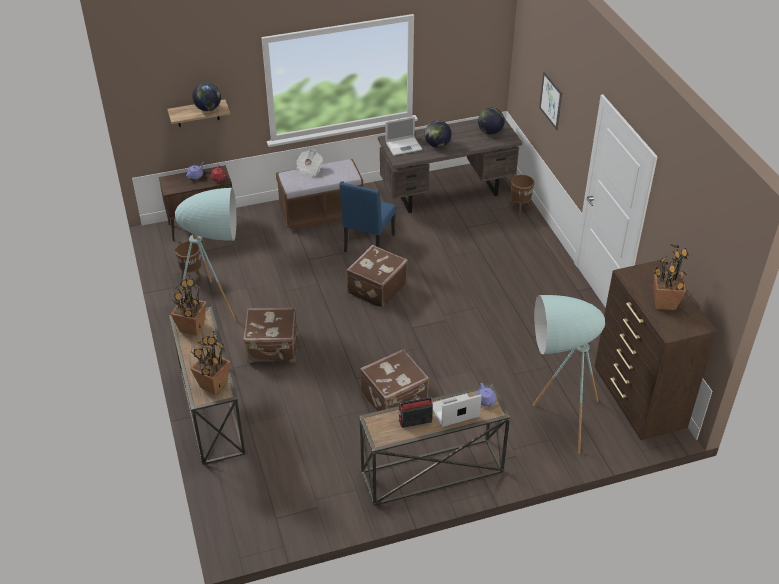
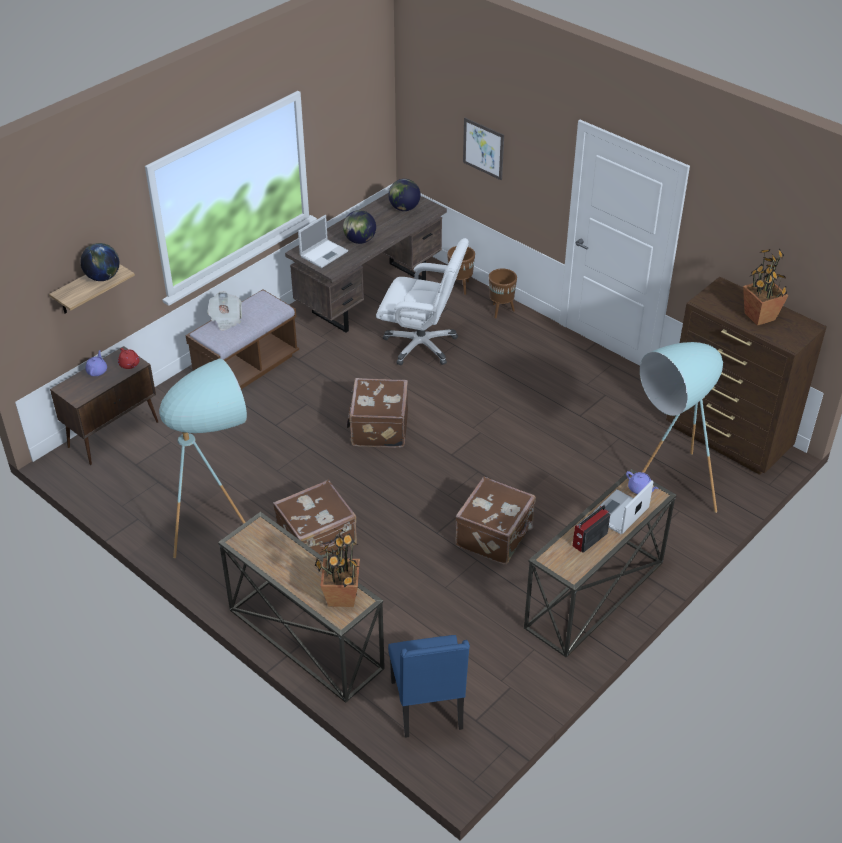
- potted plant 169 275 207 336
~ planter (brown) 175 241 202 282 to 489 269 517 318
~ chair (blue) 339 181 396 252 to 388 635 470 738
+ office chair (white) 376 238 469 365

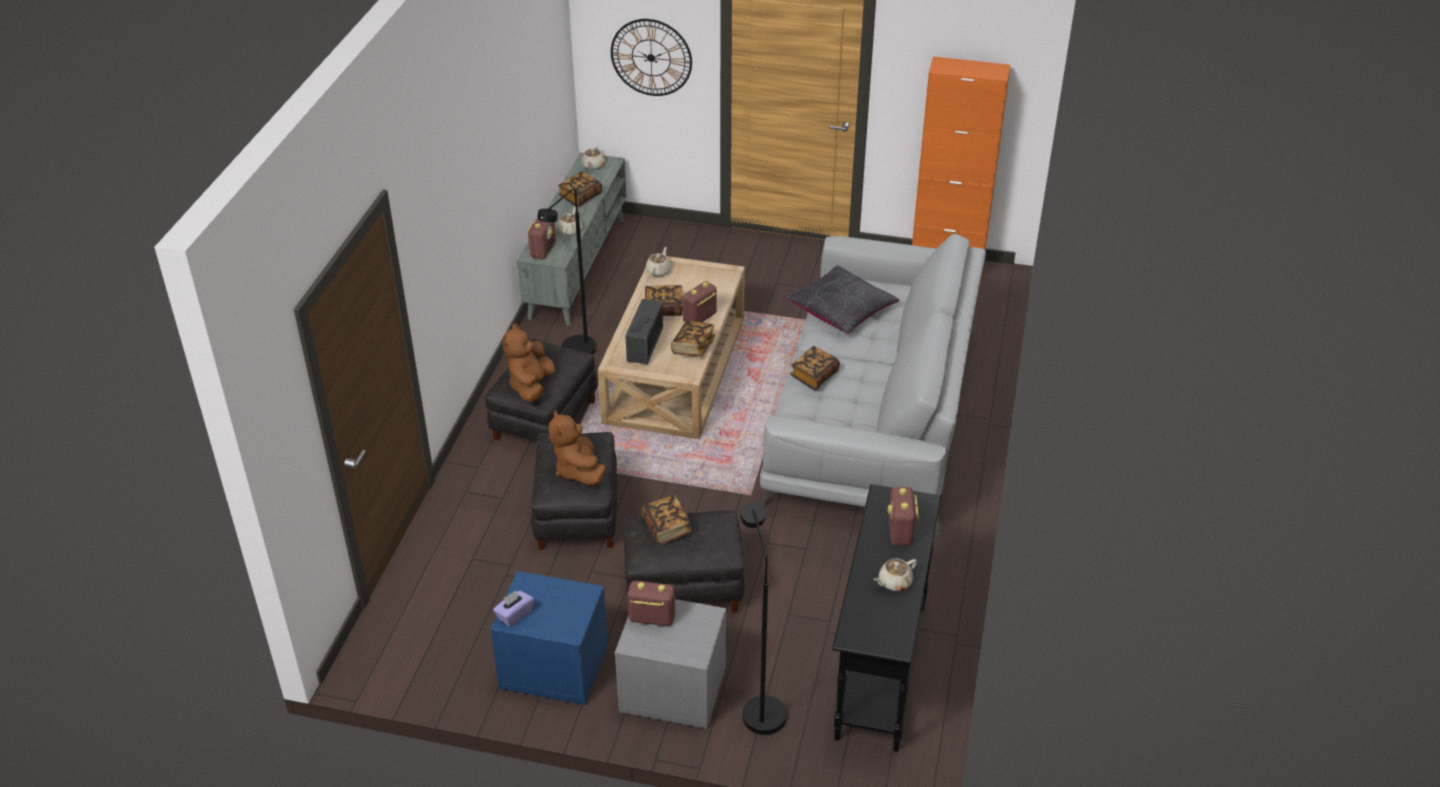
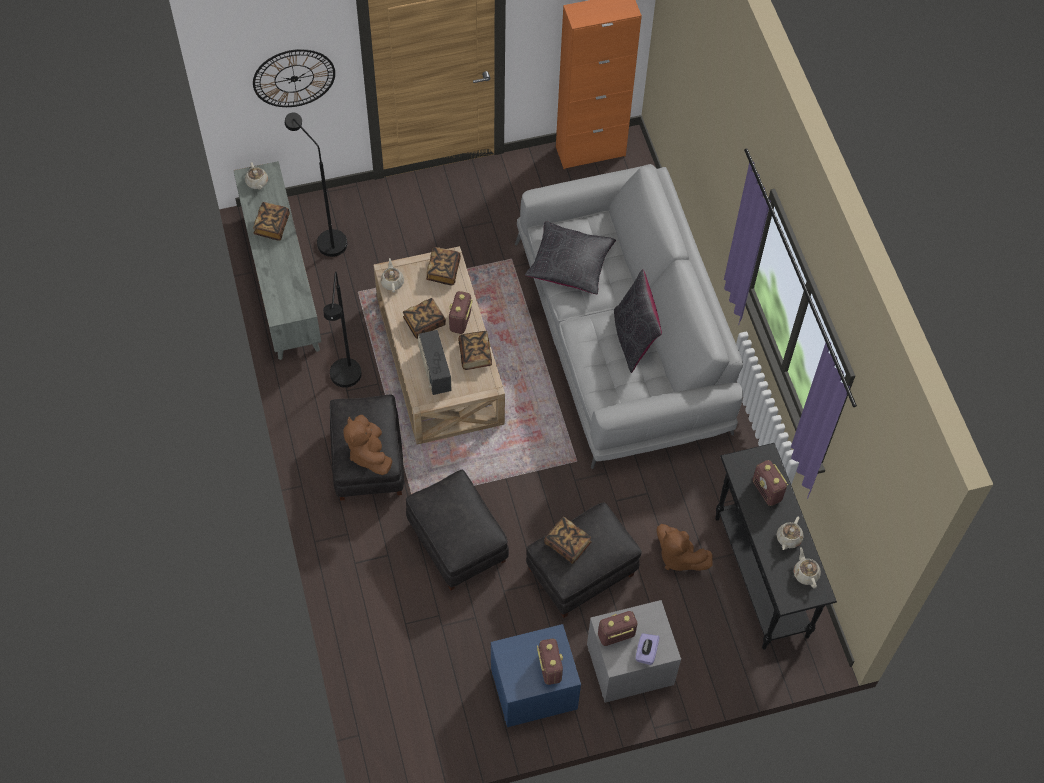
~ tissue box (purple) 493 590 534 627 to 635 633 659 665
~ radio 527 219 556 259 to 537 639 563 685
~ plush toy (brown) 549 410 606 486 to 657 524 713 571
~ teapot (beige) 557 207 582 236 to 794 547 821 588
~ floor lamp (black) 740 502 787 735 to 285 113 347 257
~ book 790 346 840 390 to 426 247 461 285
+ pillow (black) 614 269 662 373

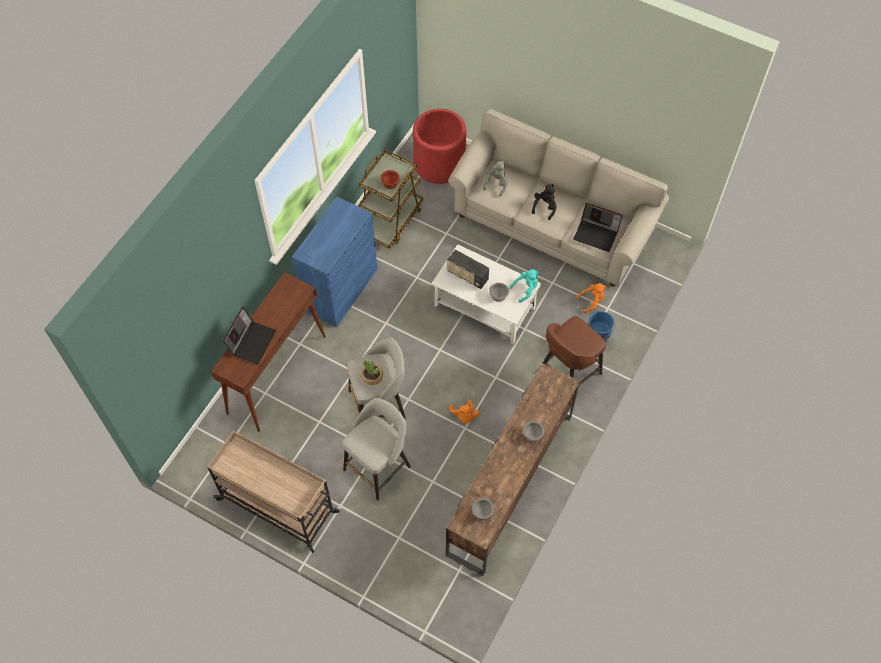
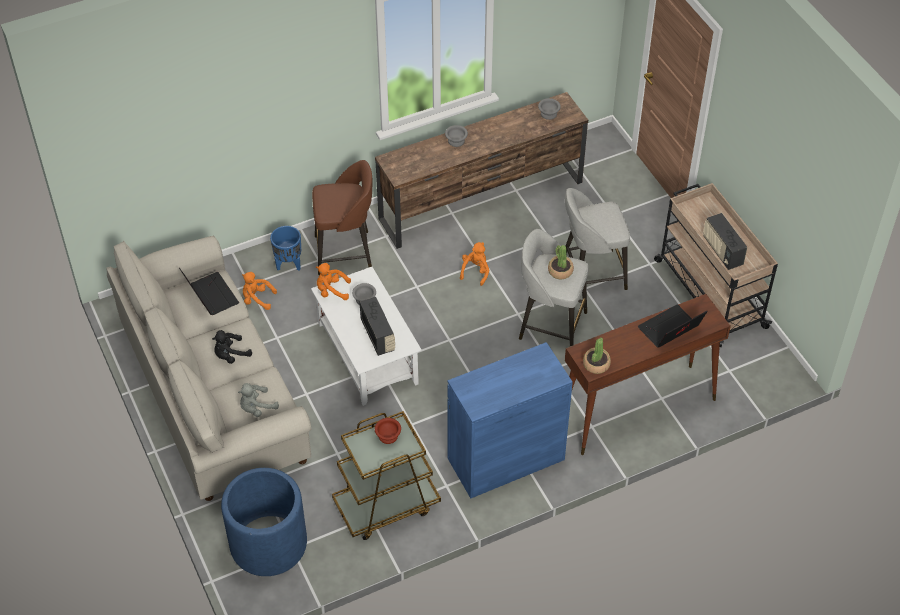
~ planter (red) 413 109 467 184 to planter (blue) 221 468 307 576
~ plush toy (turquoise) 509 269 539 303 to plush toy (orange) 316 263 351 300
+ potted plant 583 337 611 374
+ radio 703 213 747 270

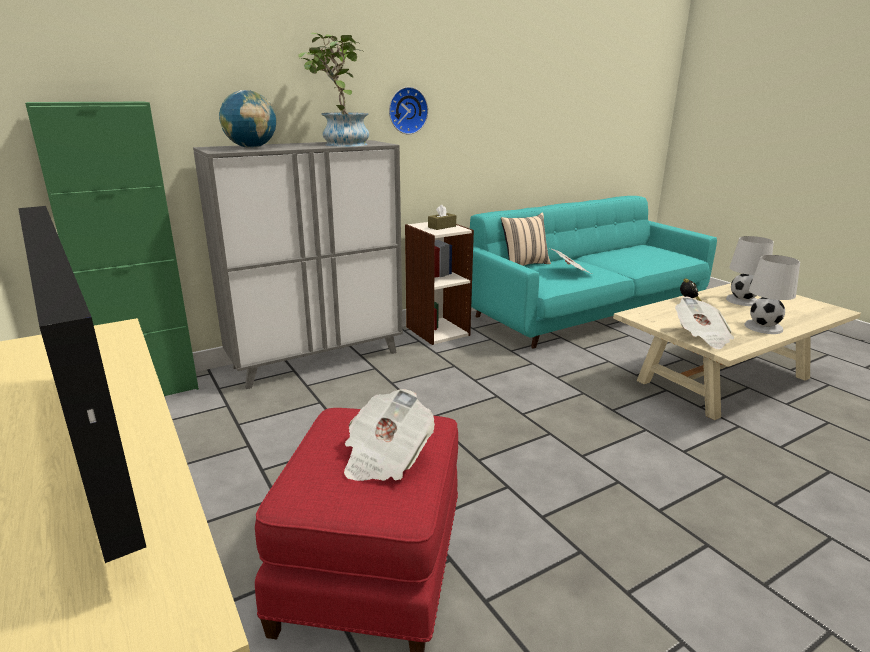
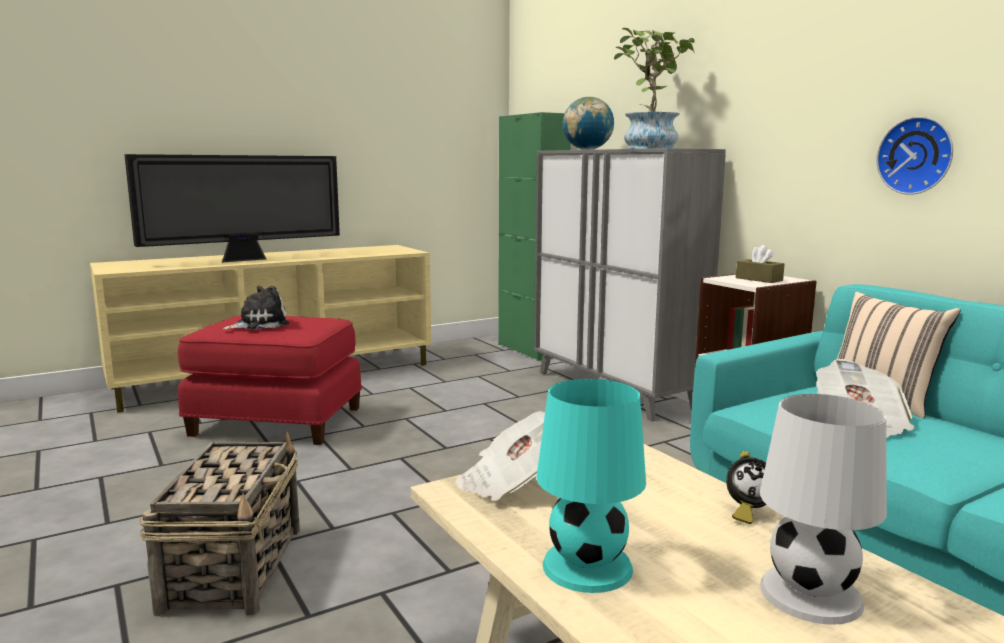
~ newspaper 344 389 435 481 to plush toy 223 286 289 330
~ wall clock 389 87 428 135 to 876 116 953 195
~ table lamp (white) 744 255 800 334 to table lamp (turquoise) 536 379 646 593
+ basket 139 432 300 616

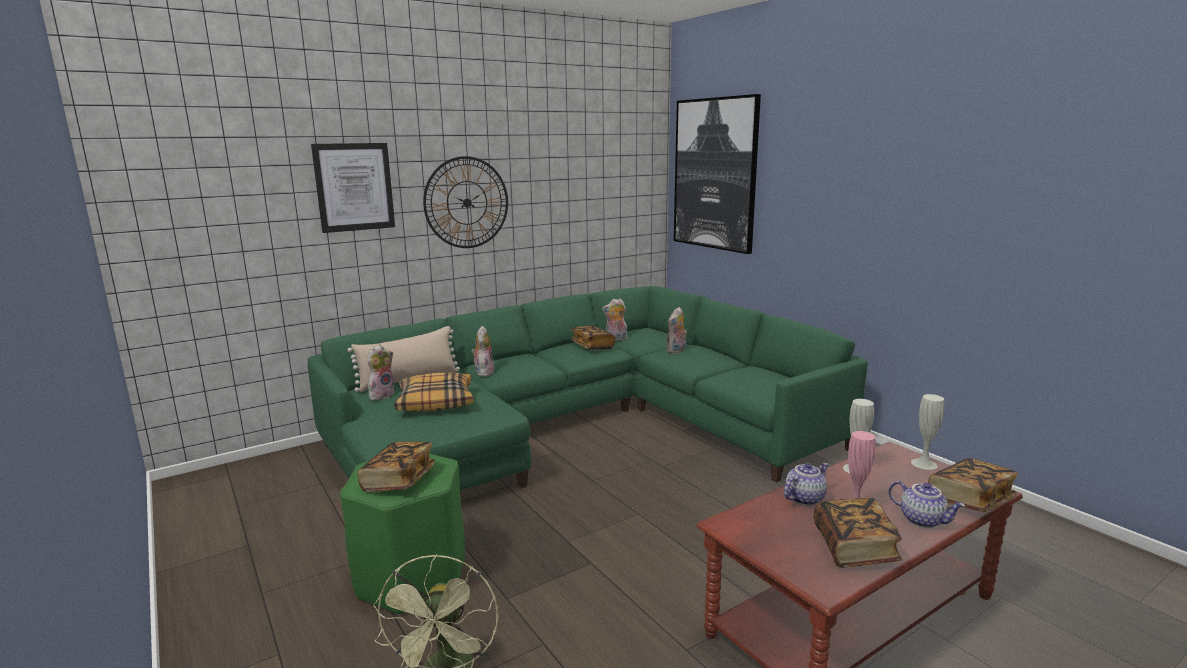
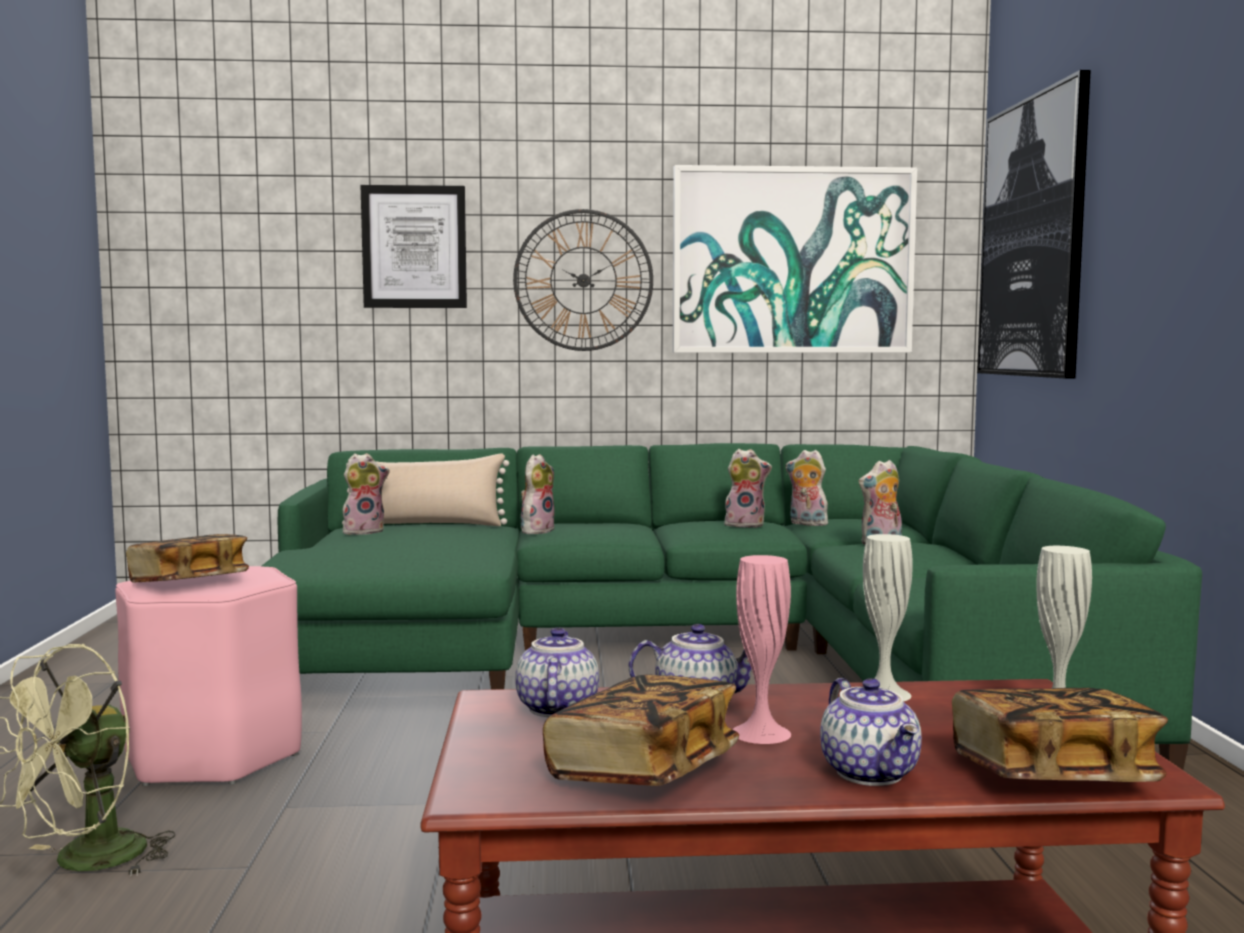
~ stool (green) 340 454 465 616 to stool (pink) 115 566 302 786
- pillow 394 373 473 412
~ book 571 326 615 349 to plush toy 724 449 772 528
+ teapot 515 628 599 717
+ picture 673 165 917 353

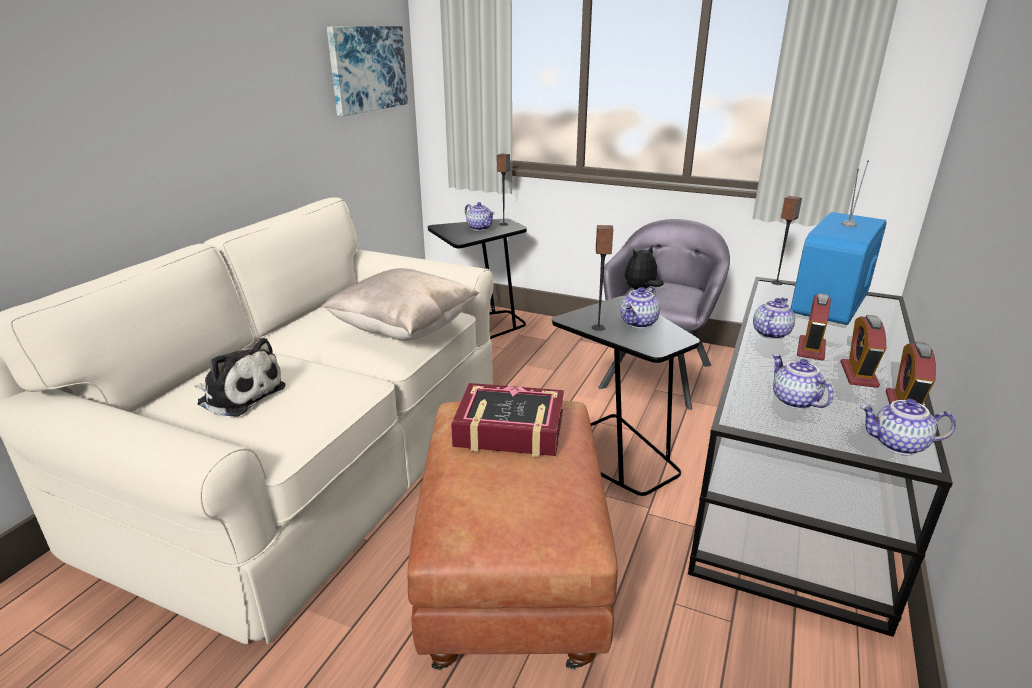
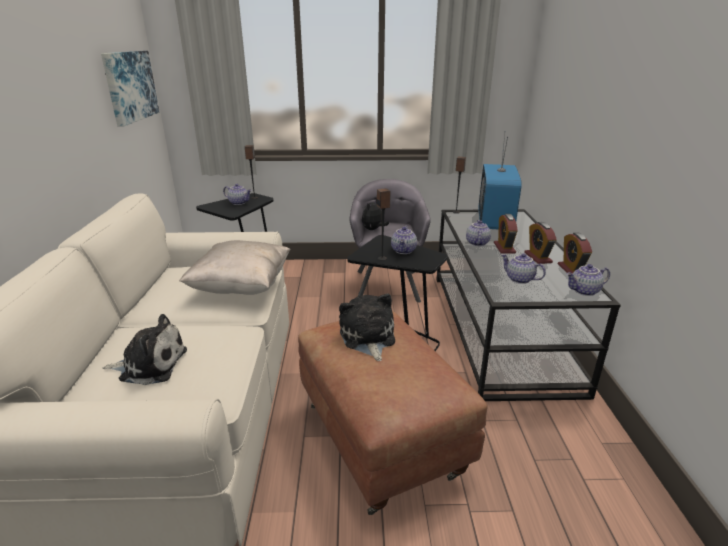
~ book 451 383 564 457 to plush toy 339 293 395 361

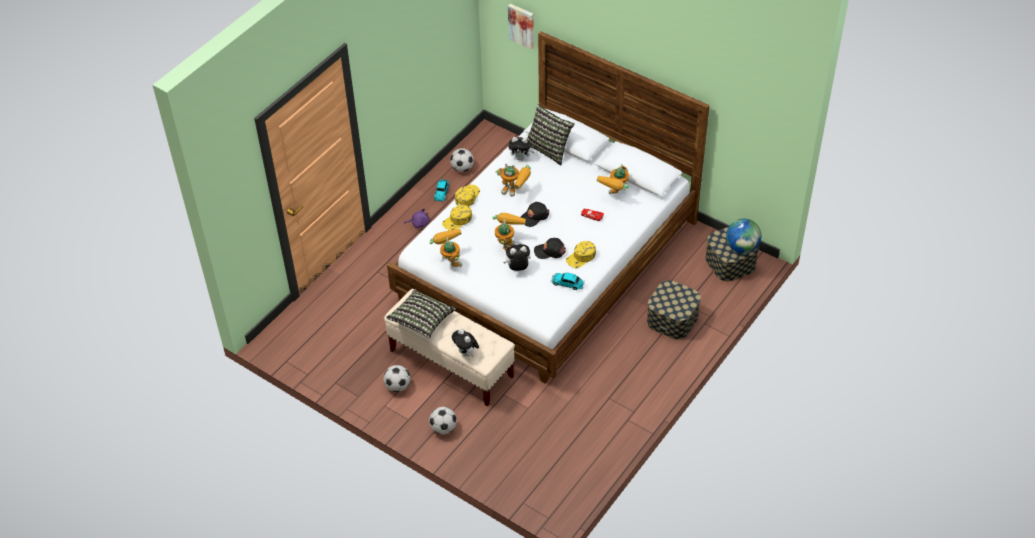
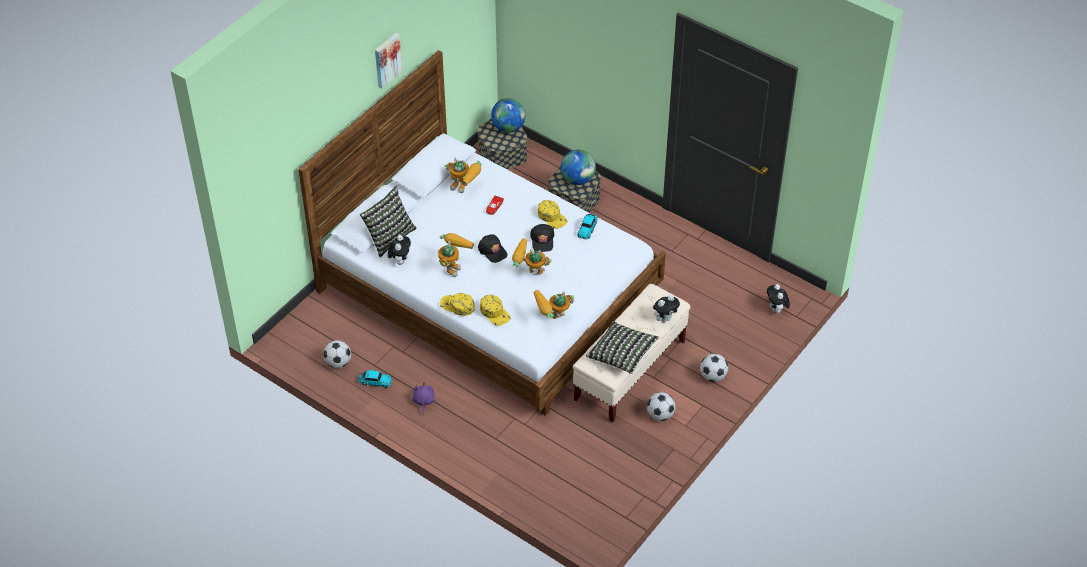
~ plush toy 503 244 531 271 to 767 284 790 314
~ picture 508 4 534 50 to 375 33 402 88
+ globe 561 150 596 185

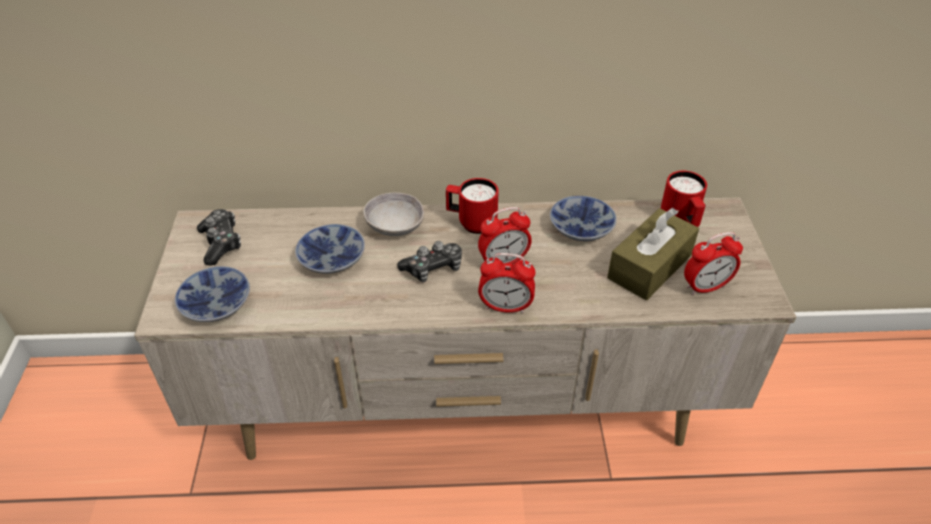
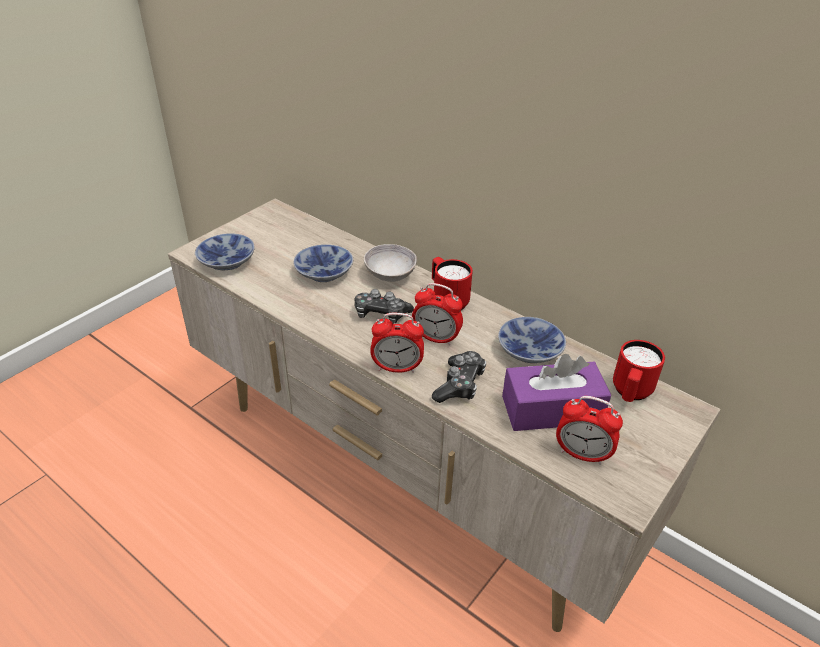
~ game controller 197 209 241 266 to 432 351 486 403
~ alarm clock 478 253 535 313 = 370 313 424 373 45 degrees counterclockwise
~ tissue box (brown) 607 208 699 300 to tissue box (purple) 502 354 611 431

